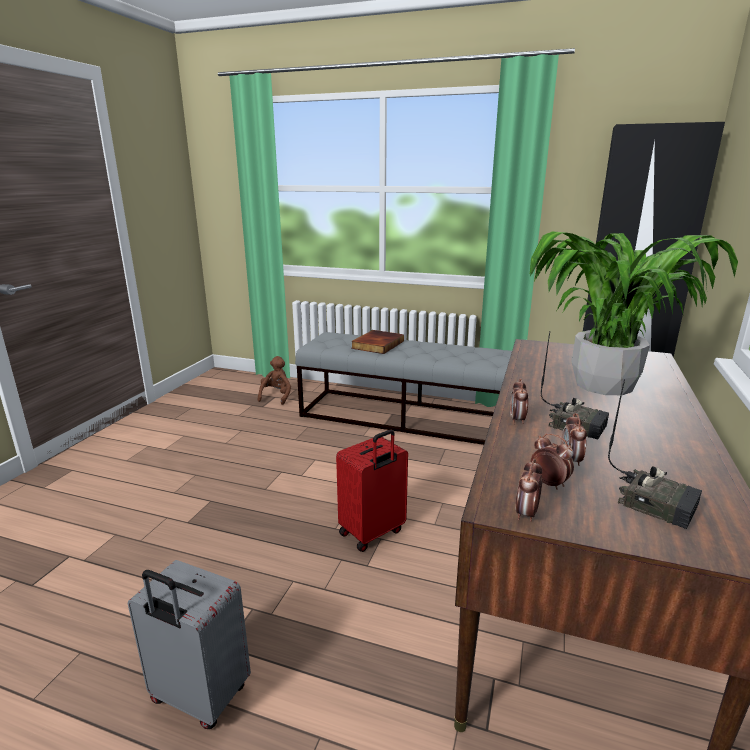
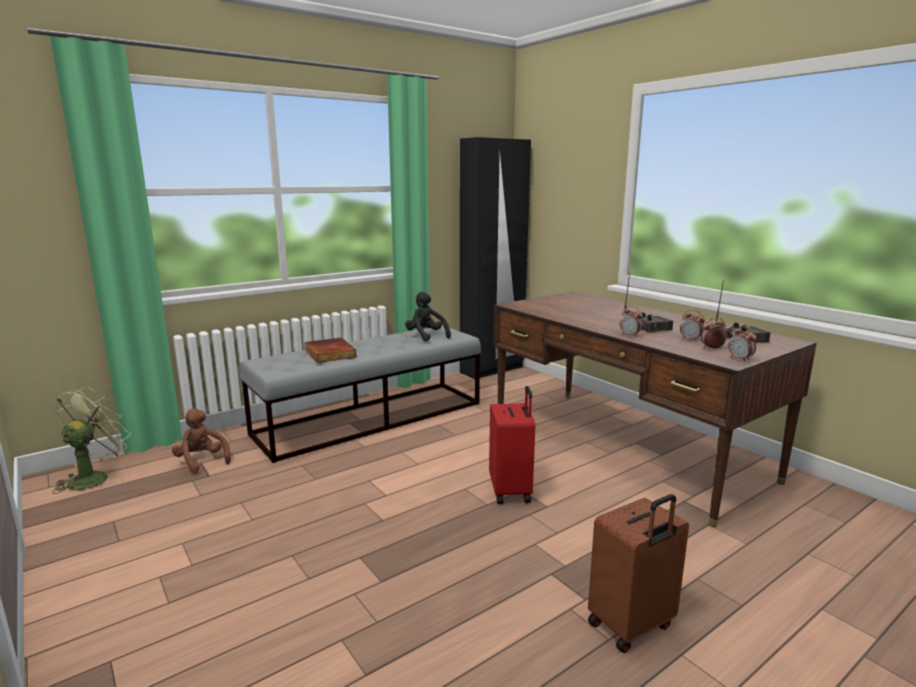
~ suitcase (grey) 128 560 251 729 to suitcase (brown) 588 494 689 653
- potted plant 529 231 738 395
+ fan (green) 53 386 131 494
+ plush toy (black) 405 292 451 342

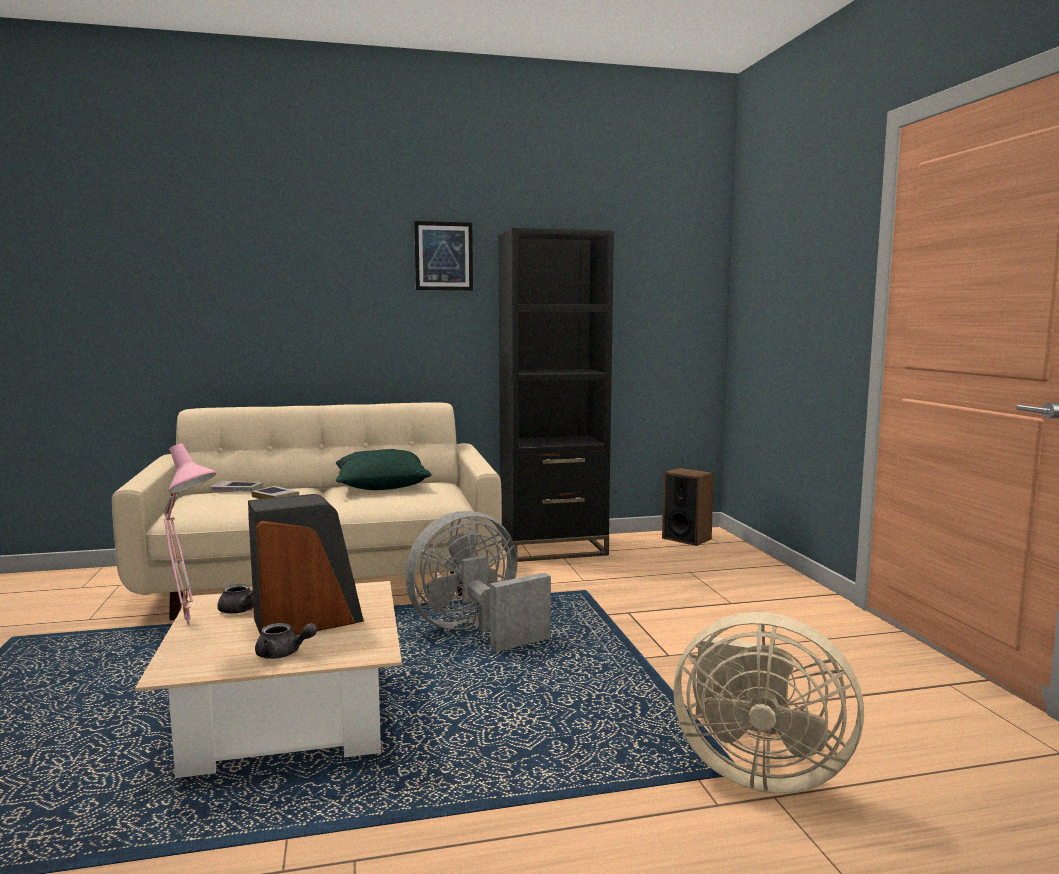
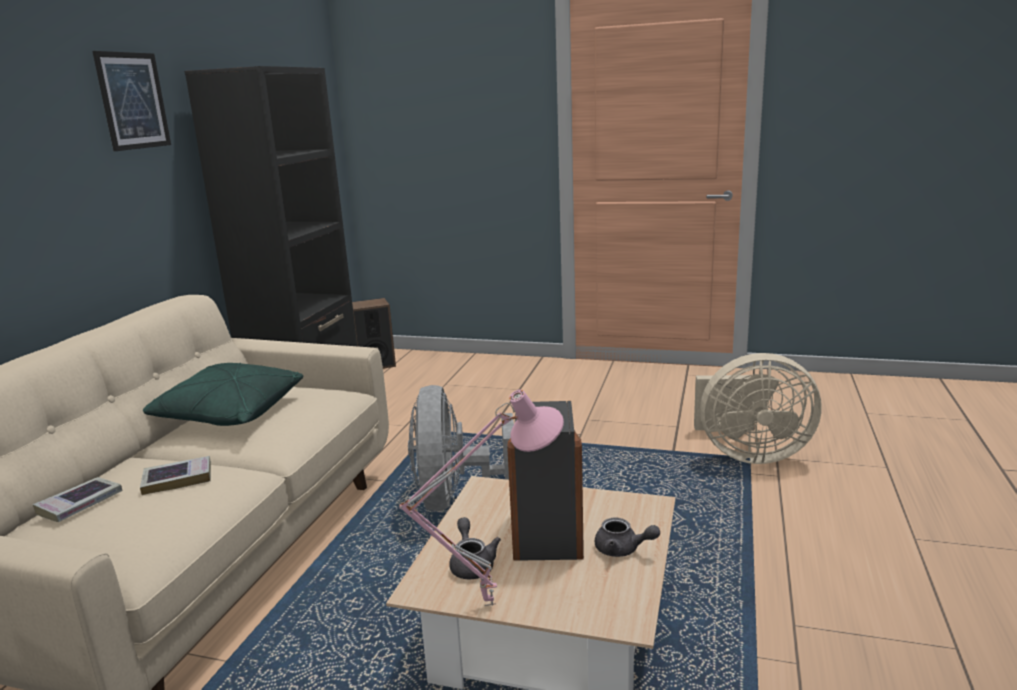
~ teapot (grey) 255 623 317 659 = 595 518 660 557 75 degrees clockwise
~ fan (beige) 673 612 864 794 = 694 353 821 464 45 degrees clockwise

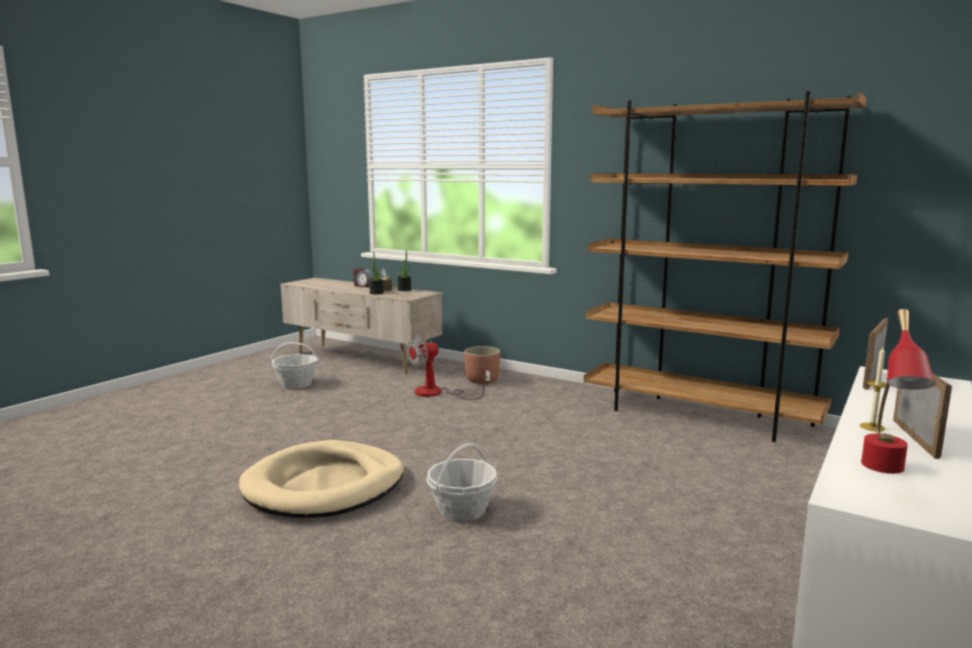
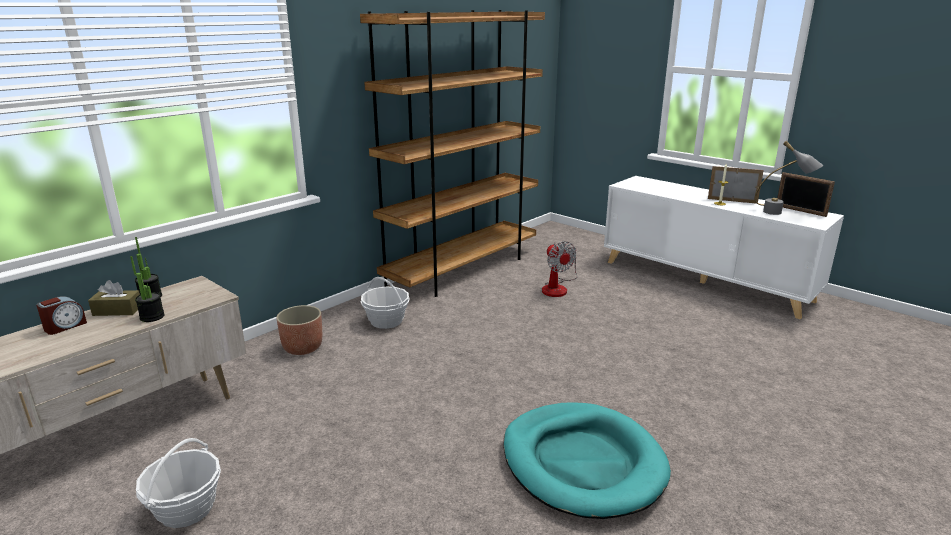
~ dog bed (beige) 239 440 404 518 to dog bed (turquoise) 503 402 671 519
~ fan 407 335 490 400 to 542 241 578 297
~ basket 426 443 497 522 to 361 277 410 329
~ table lamp (red) 861 309 935 474 to table lamp (grey) 755 141 823 215
~ picture frame 863 318 888 390 to 777 172 835 217

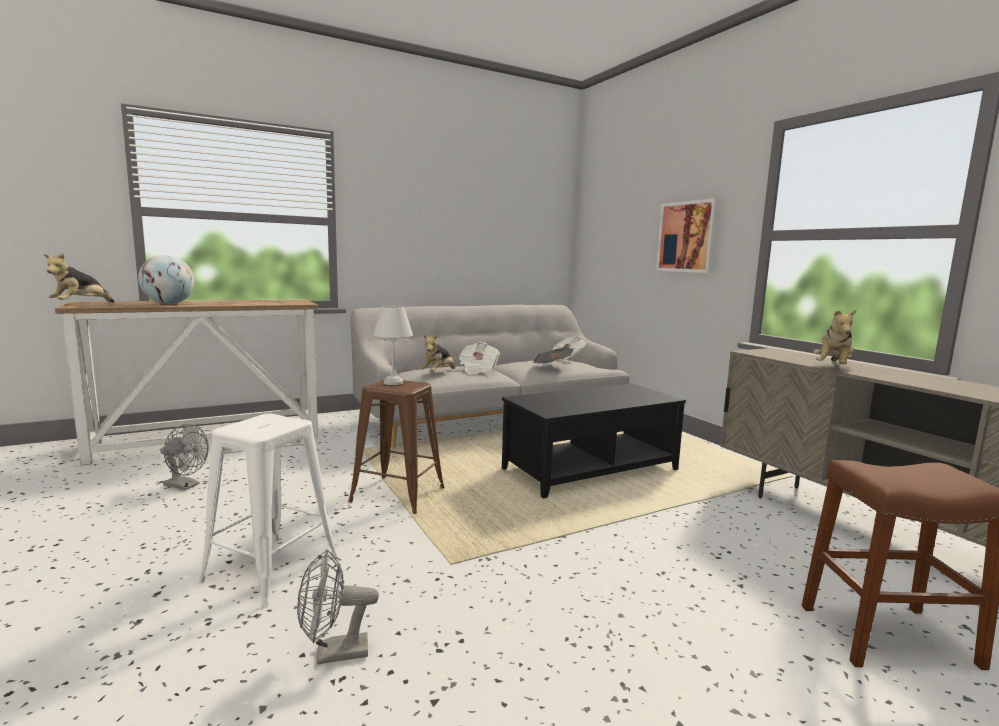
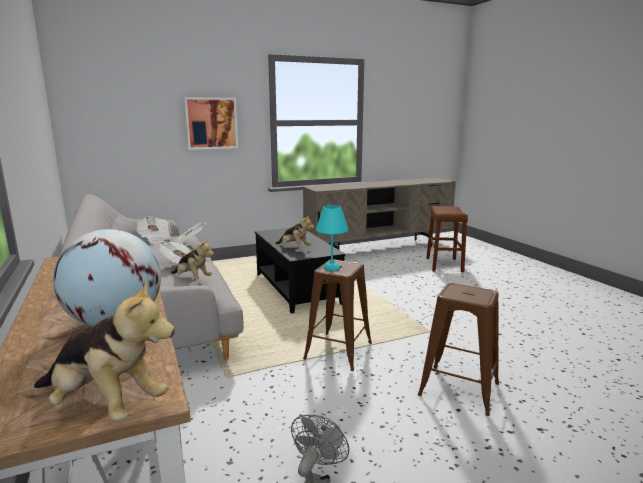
~ stool (white) 198 414 338 607 to stool (brown) 418 283 499 416
- fan (grey) 297 549 379 665
~ table lamp (white) 373 306 413 385 to table lamp (turquoise) 316 205 348 271
~ plush toy 813 309 856 364 to 275 216 314 247

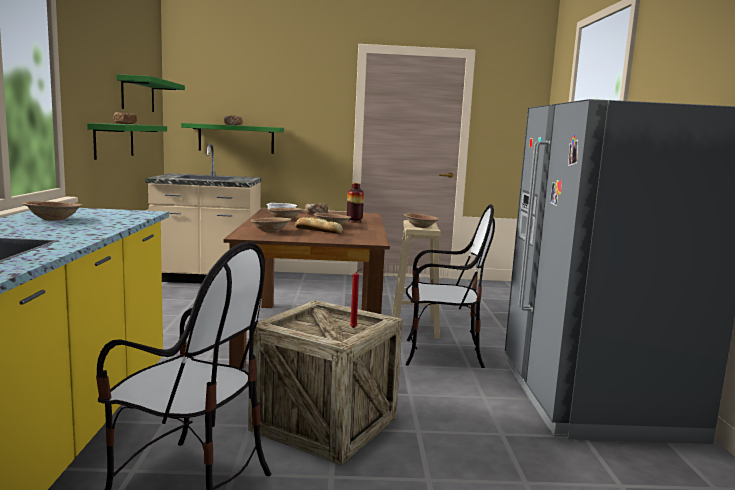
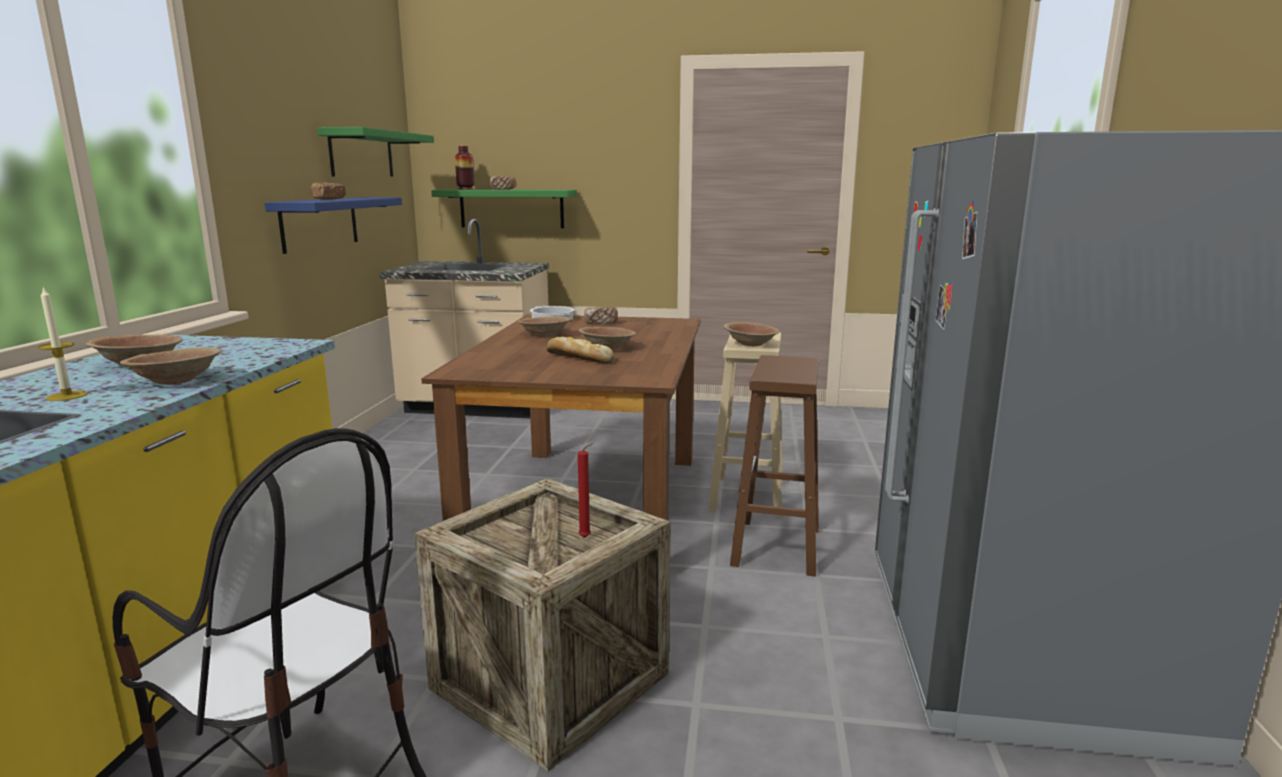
~ shelf (green) 87 123 167 160 to shelf (blue) 265 197 402 254
~ bowl (brown) 251 217 292 233 to 120 347 222 385
~ vase 347 183 364 223 to 455 146 474 190
~ chair 405 204 495 368 to stool (brown) 730 355 819 576
+ candle 38 287 88 401

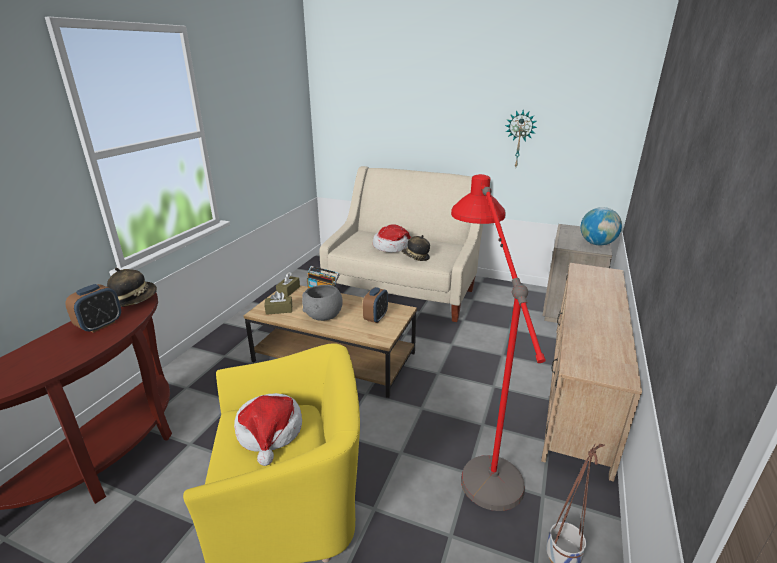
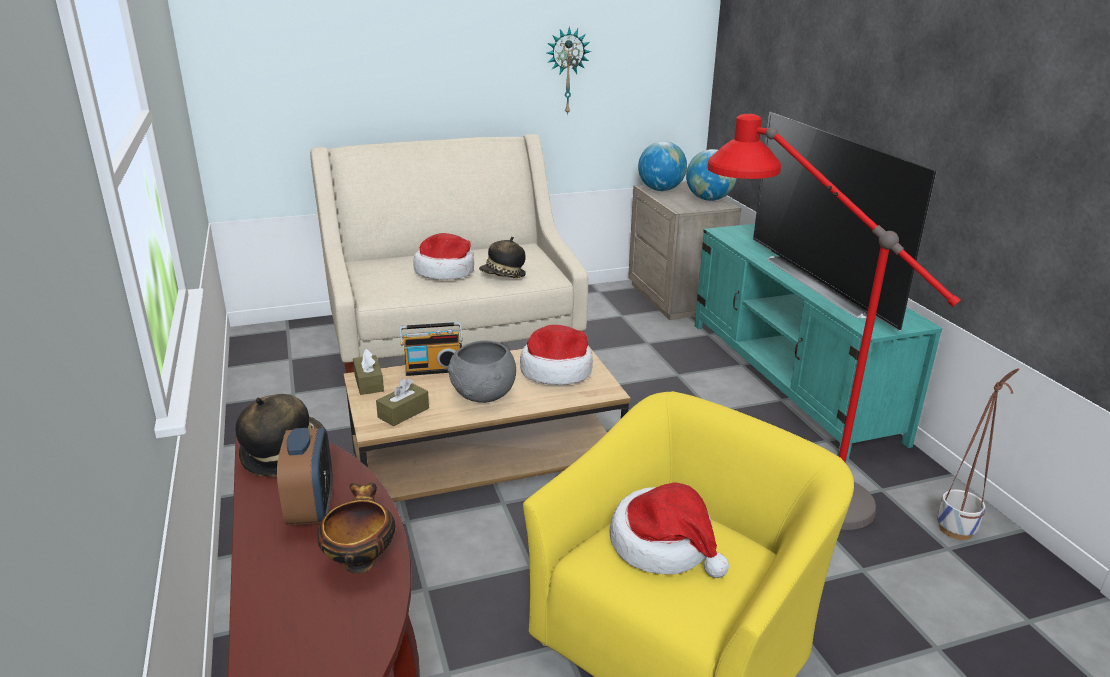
~ alarm clock 363 287 388 323 to hat 520 325 593 385
~ tv stand (beige) 541 263 642 482 to tv stand (turquoise) 695 224 942 461
+ bowl 317 483 395 574
+ globe 638 141 687 191
+ television 753 112 936 331

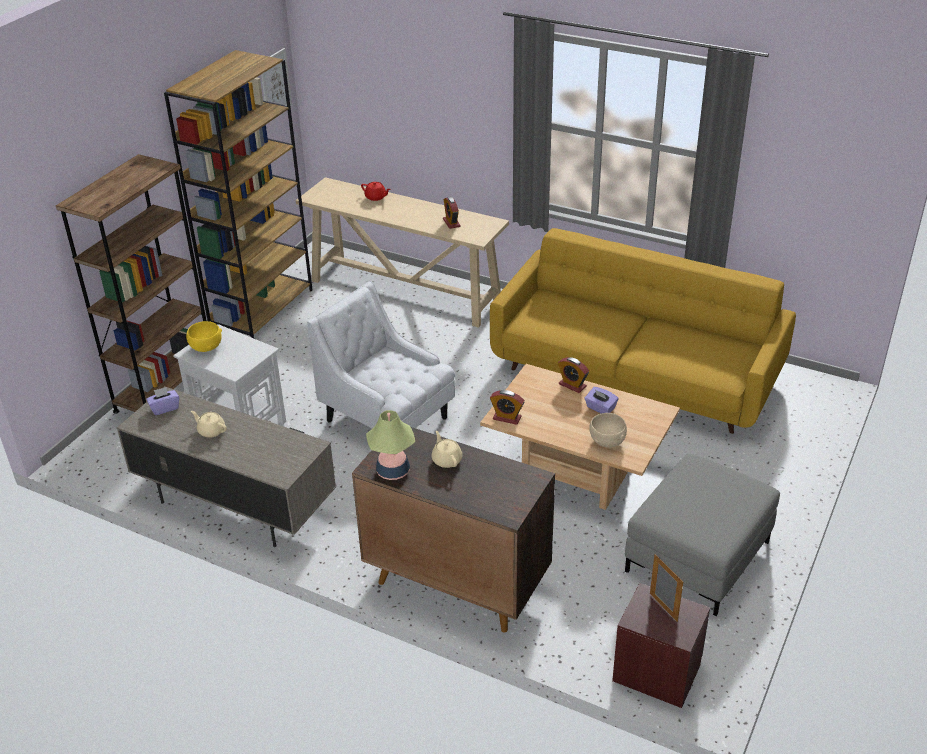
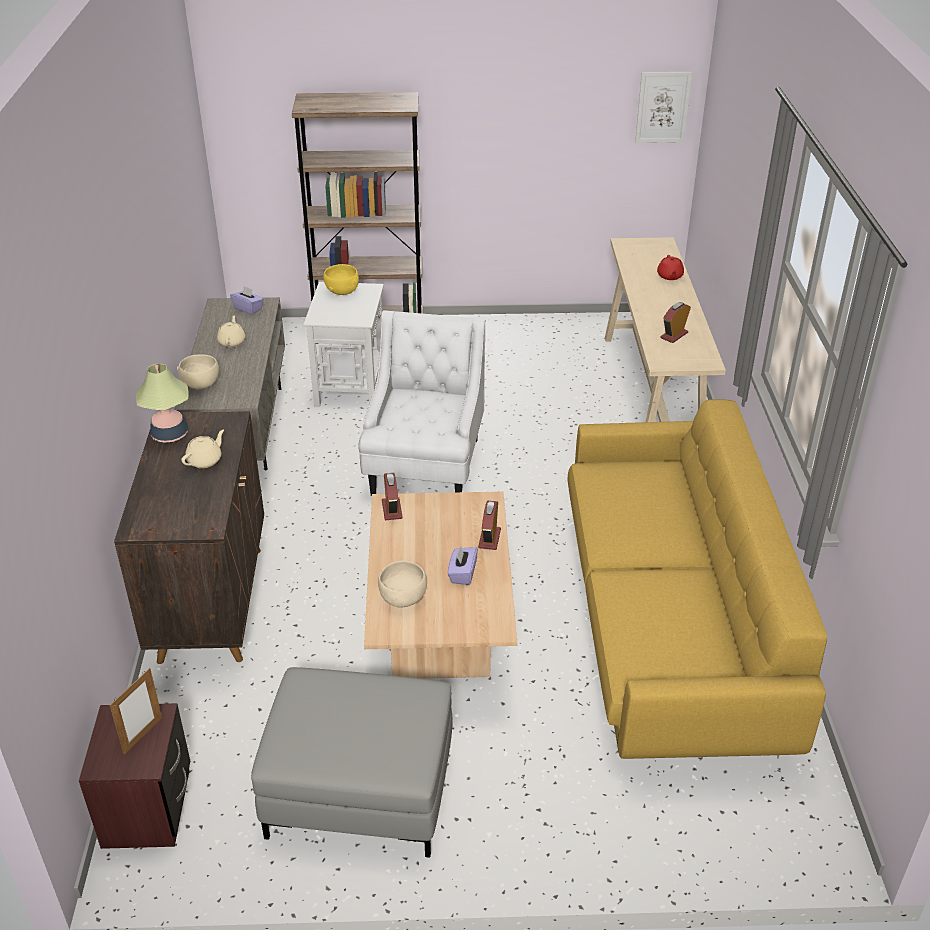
- bookcase (brown) 164 50 313 338
+ bowl (beige) 177 354 219 389

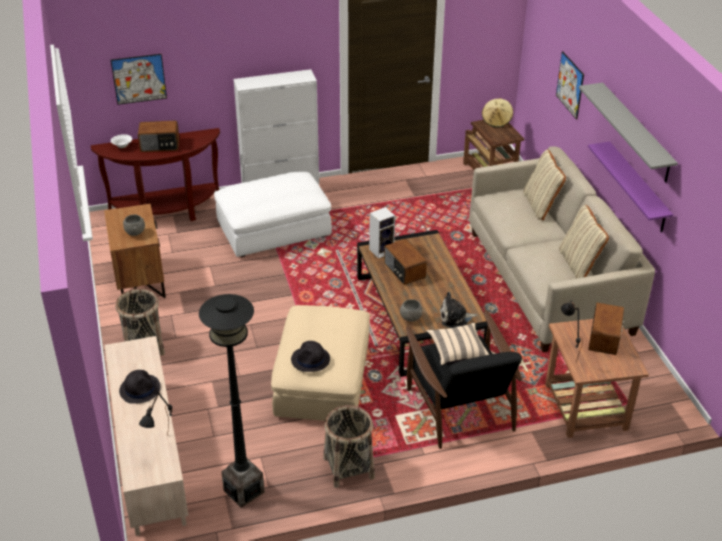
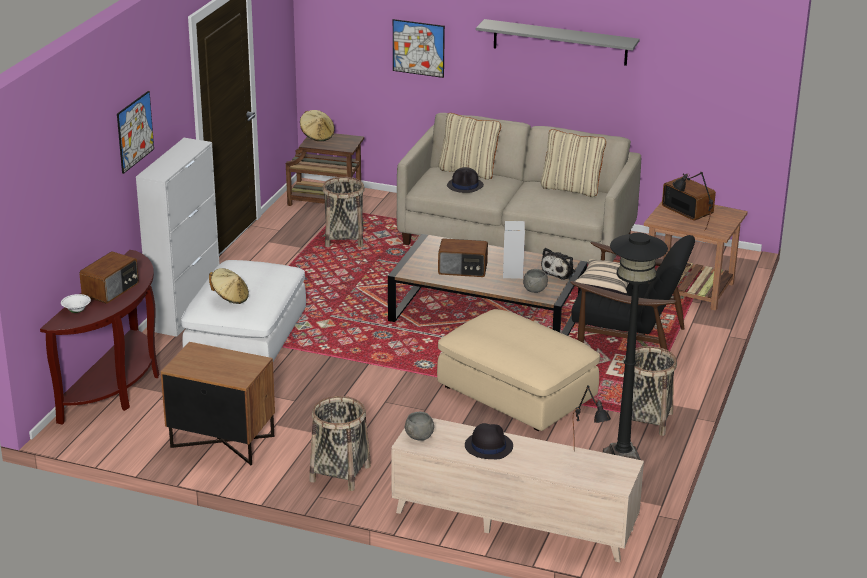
~ picture 111 54 167 105 to 117 91 154 174
~ bowl (grey) 123 214 145 236 to 405 412 434 441
~ hat (black) 291 341 330 372 to 447 167 484 193
~ speaker 369 207 395 258 to 503 221 525 279
- shelf (purple) 588 141 673 233
+ hat (beige) 209 268 249 304
+ basket 322 177 365 247

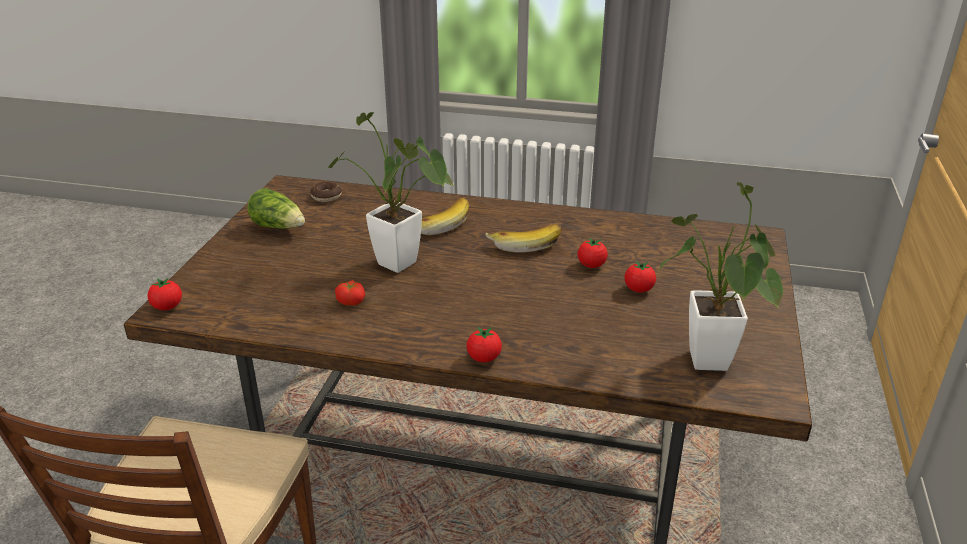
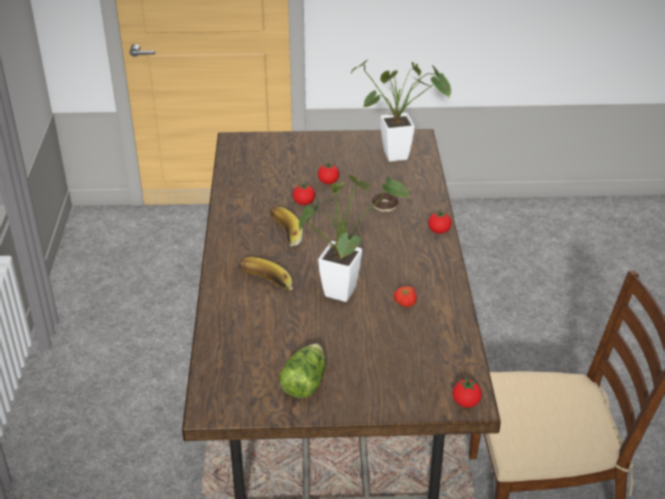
~ donut 310 182 342 202 to 372 193 399 212

